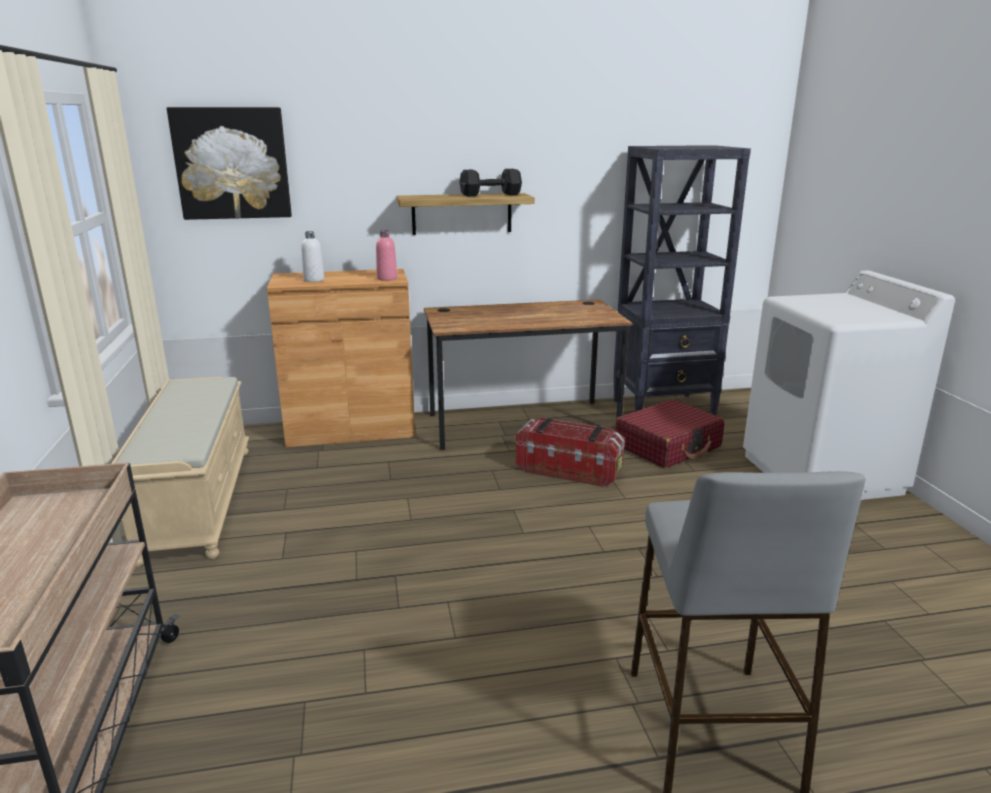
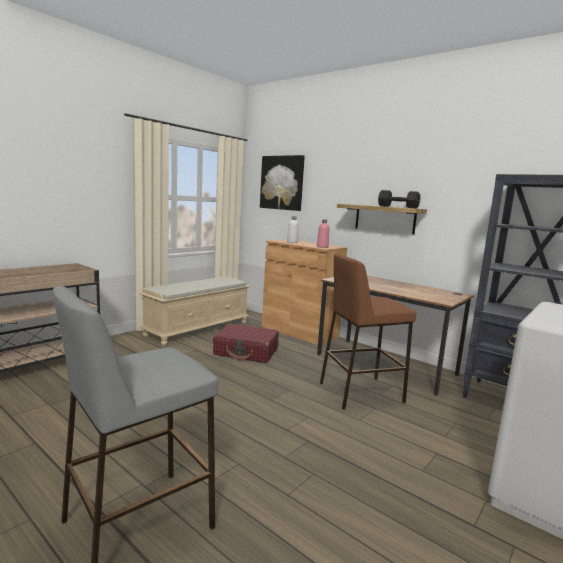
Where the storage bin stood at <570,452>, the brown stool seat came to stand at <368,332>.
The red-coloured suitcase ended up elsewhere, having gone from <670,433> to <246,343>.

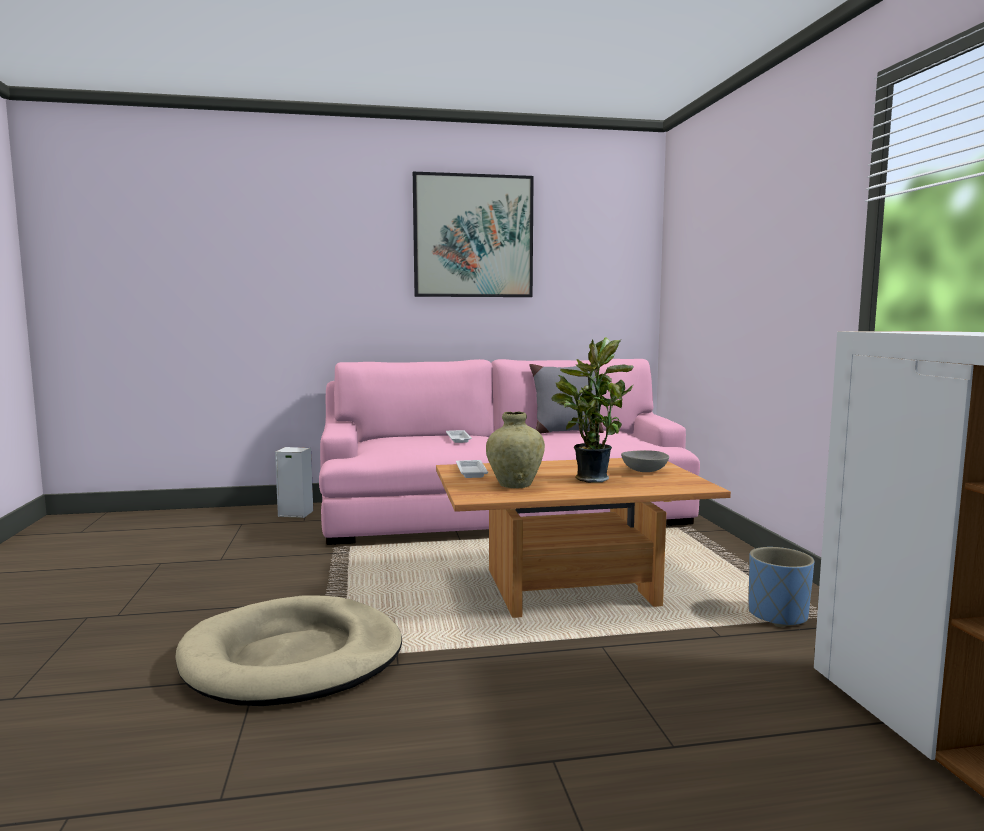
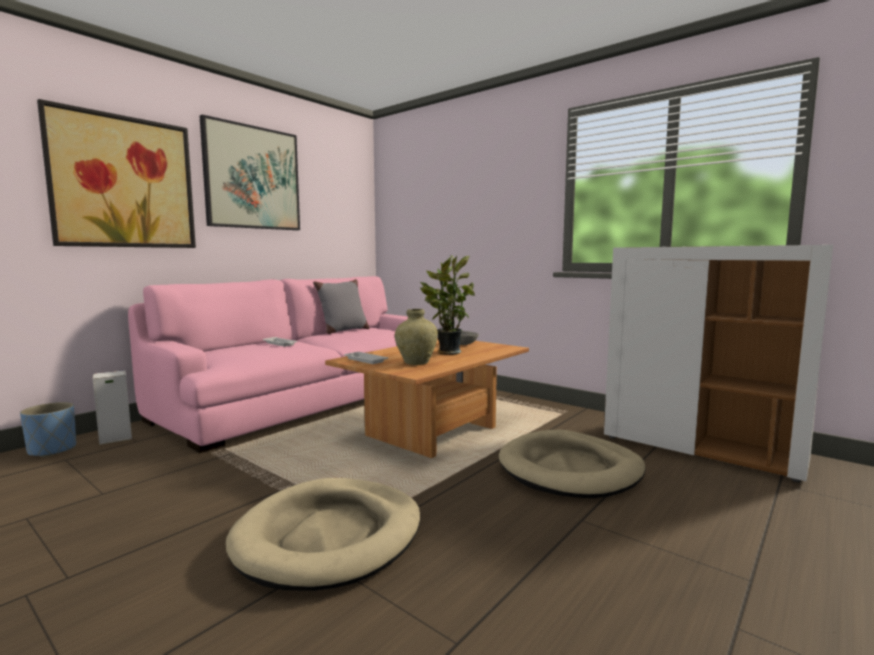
The blue-coloured planter ended up elsewhere, having gone from <781,587> to <48,430>.
The second view gained the wall picture at <116,173>.
The second view gained the beige-coloured dog cushion at <572,464>.

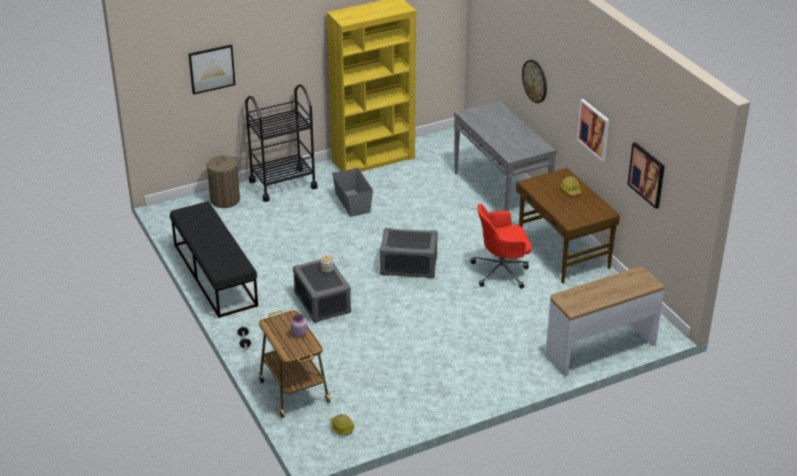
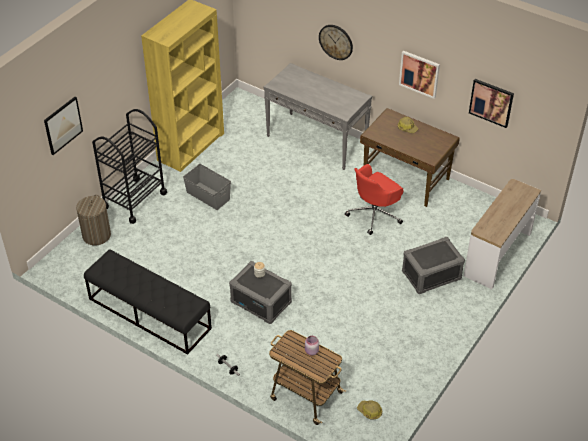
The gray storage bin ended up elsewhere, having gone from <409,253> to <433,265>.

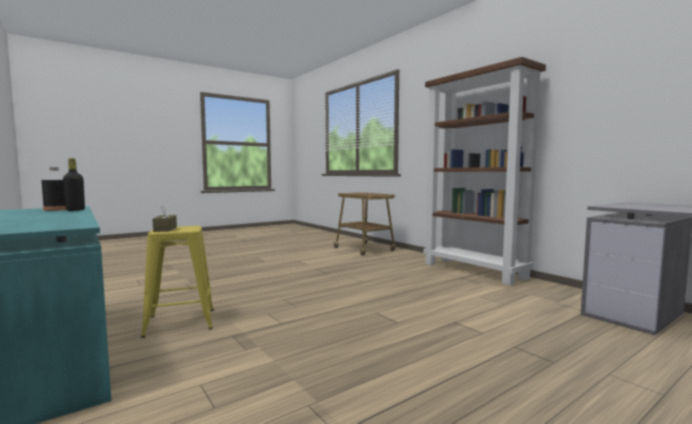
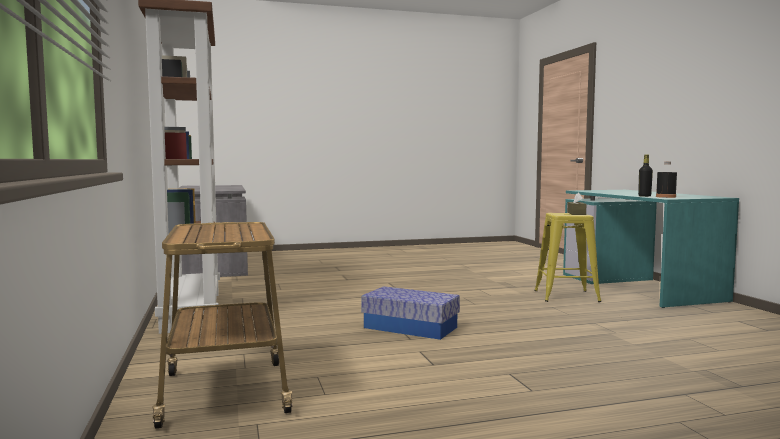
The second view gained the storage bin at <410,313>.

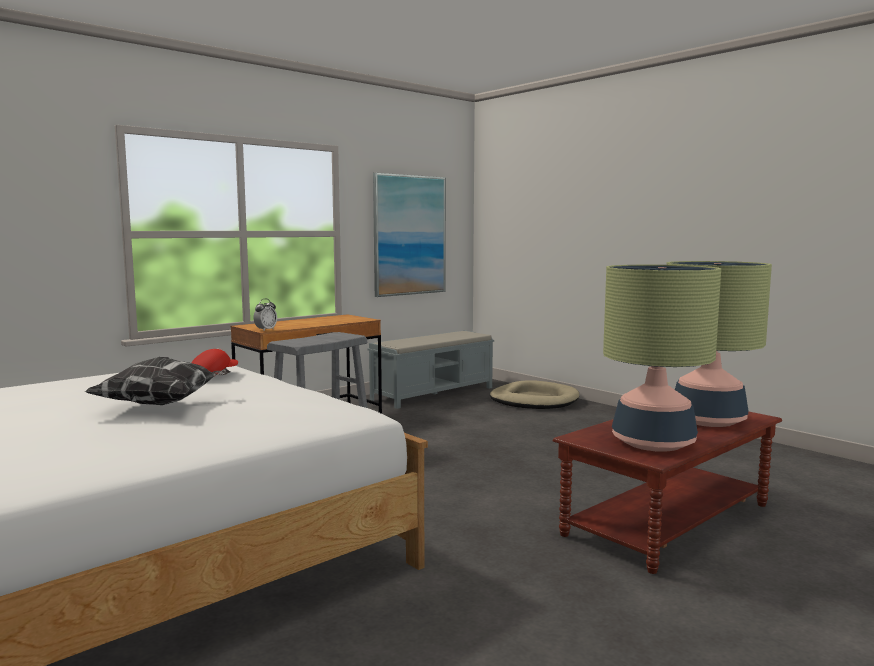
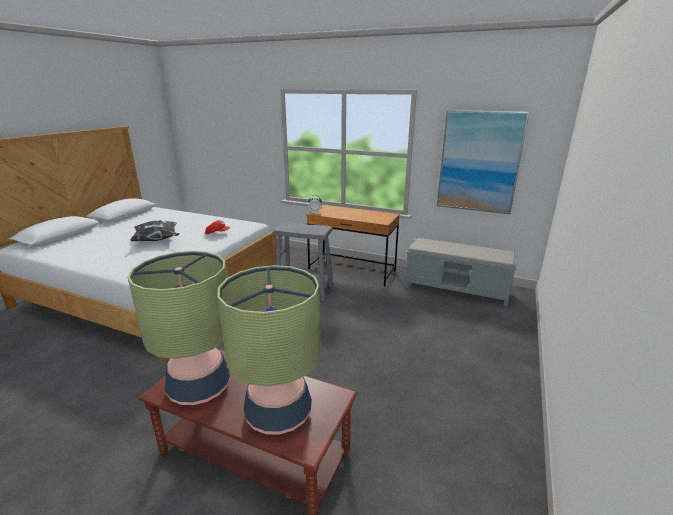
The second view lost the beige-coloured dog cushion at <534,394>.

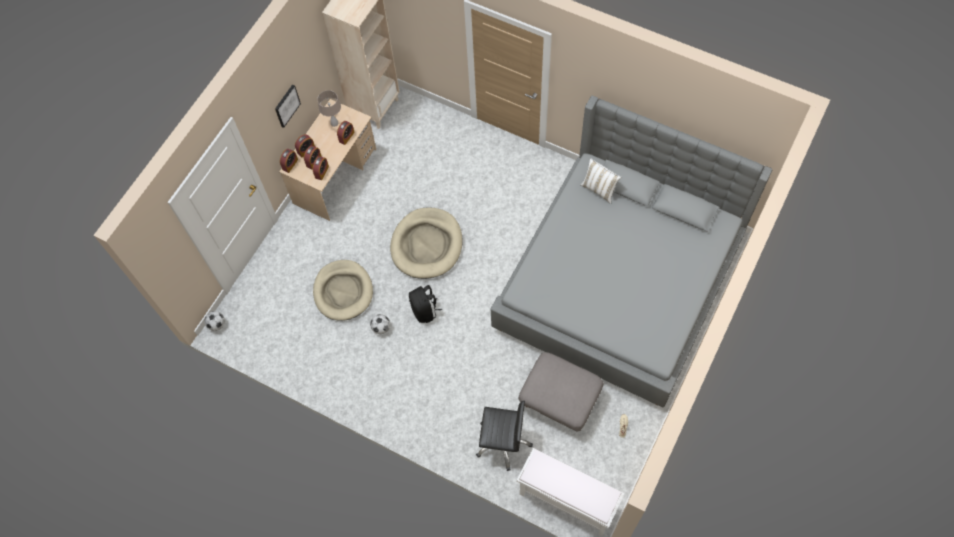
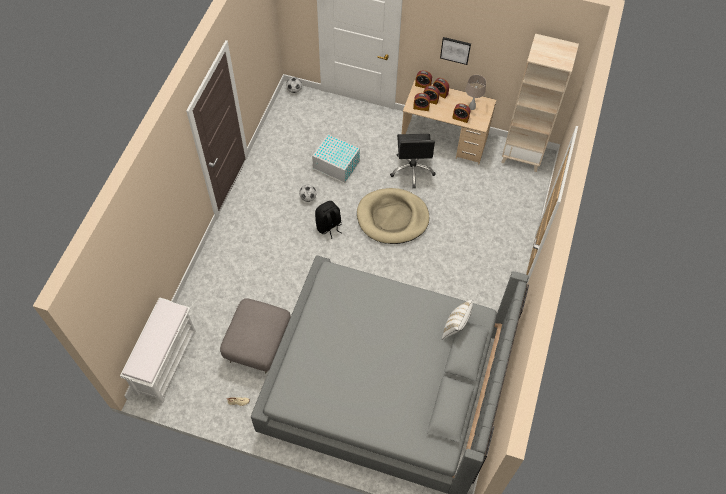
Where the beige-coloured dog cushion stood at <343,290>, the whitish storage bin came to stand at <336,158>.
The black-coloured office chair ended up elsewhere, having gone from <504,436> to <413,161>.

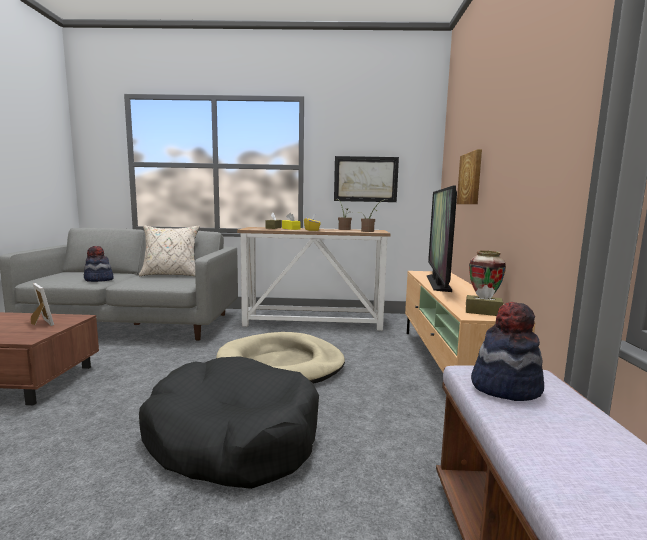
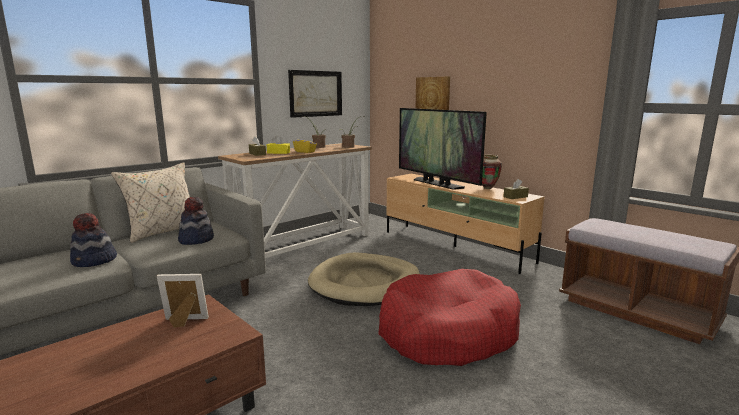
What was the black-coloured dog cushion at <229,422> turned into the red-coloured dog cushion at <449,317>.
The wearable hat ended up elsewhere, having gone from <507,351> to <196,221>.

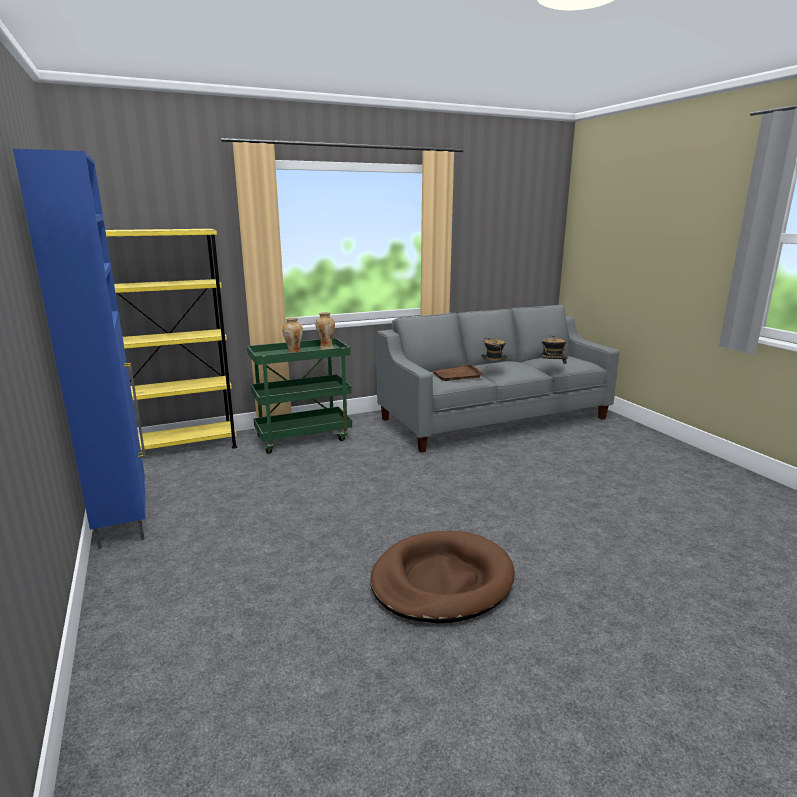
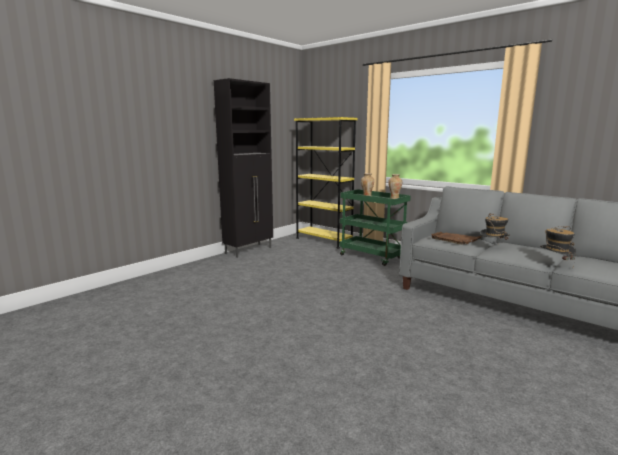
What was the blue-coloured cabinet at <79,349> turned into the black-coloured cabinet at <243,168>.
The second view lost the brown dog cushion at <442,577>.

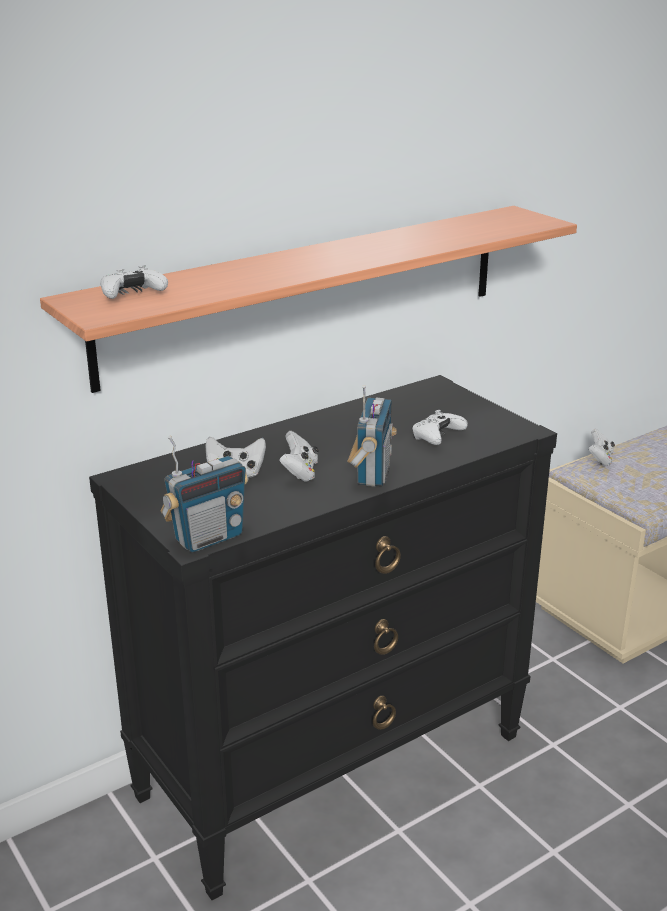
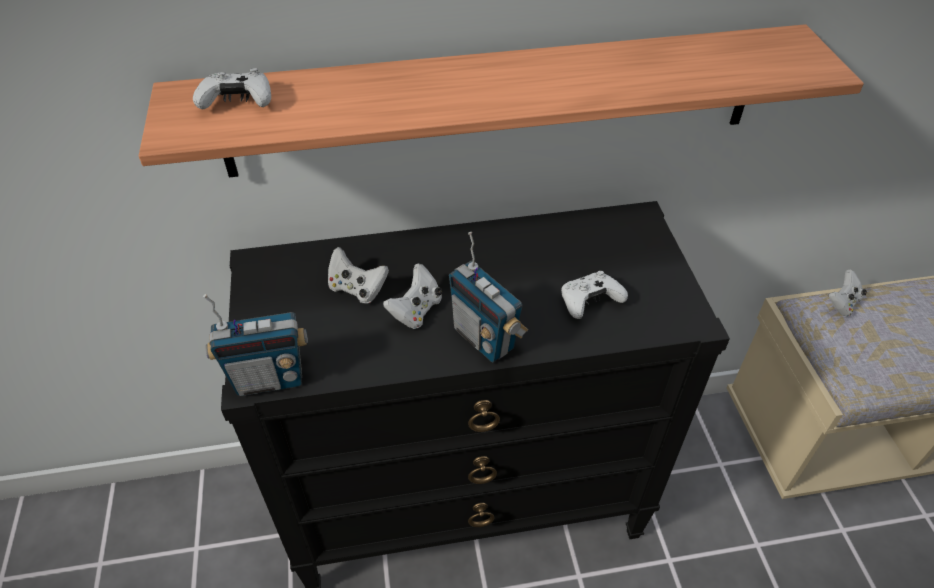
The radio at <372,436> ended up facing another way, 105 degrees clockwise from before.

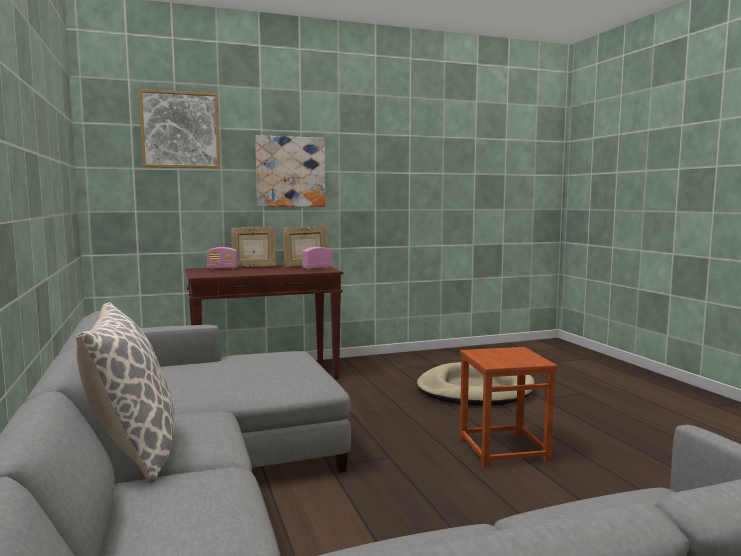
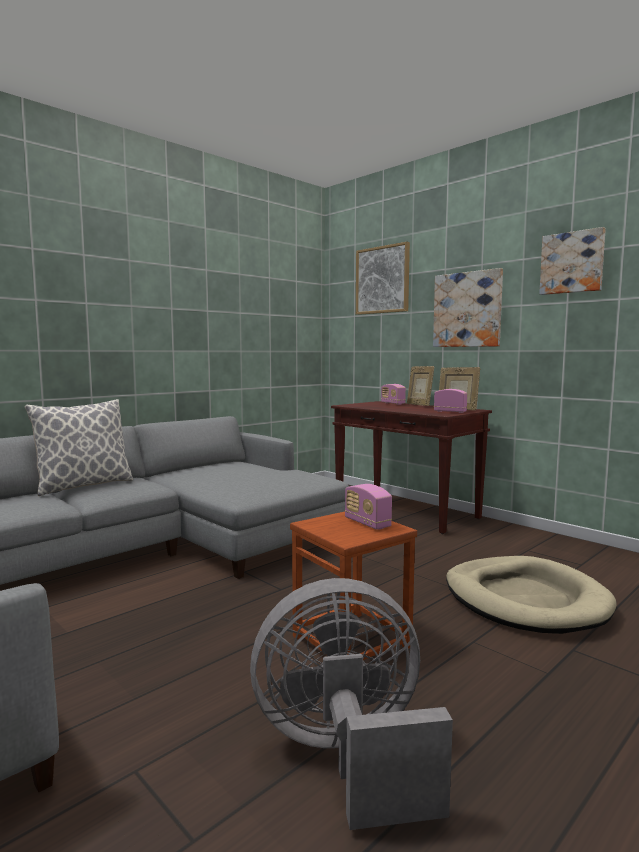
The second view gained the gray cooling fan at <351,704>.
The second view gained the radio at <368,507>.
The second view gained the wall picture at <572,261>.

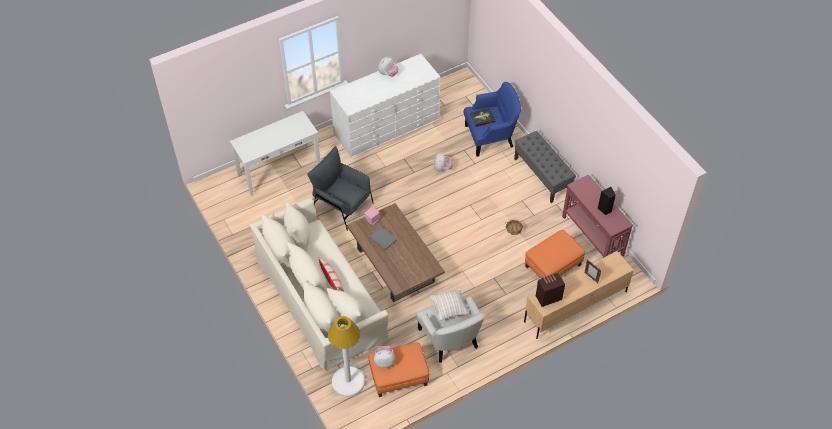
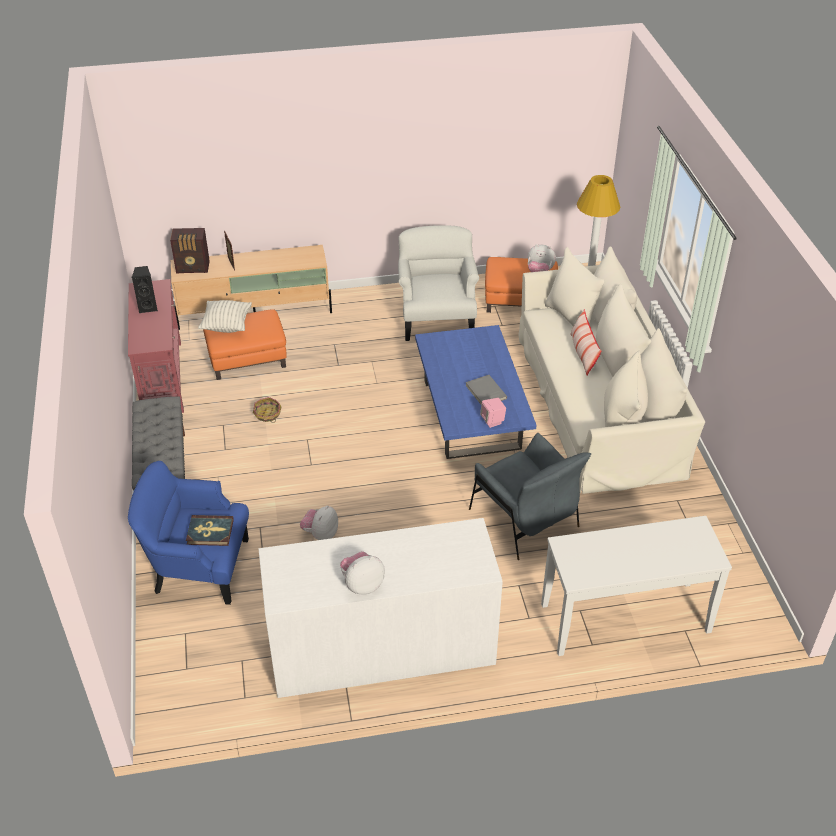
What was the brown coffee table at <396,252> turned into the blue-coloured coffee table at <475,392>.
The throw pillow ended up elsewhere, having gone from <449,305> to <225,316>.
The radio ended up elsewhere, having gone from <550,290> to <190,251>.

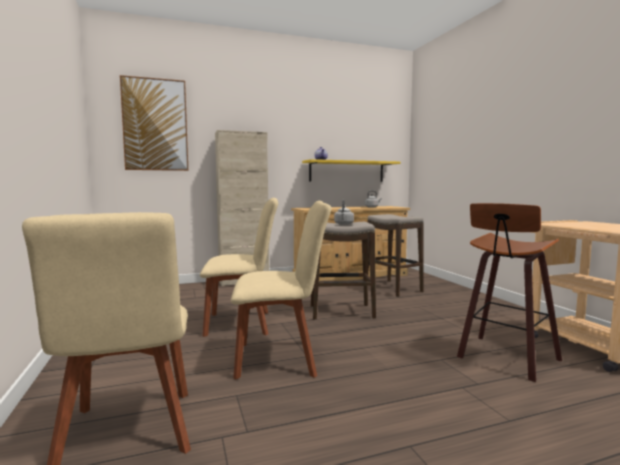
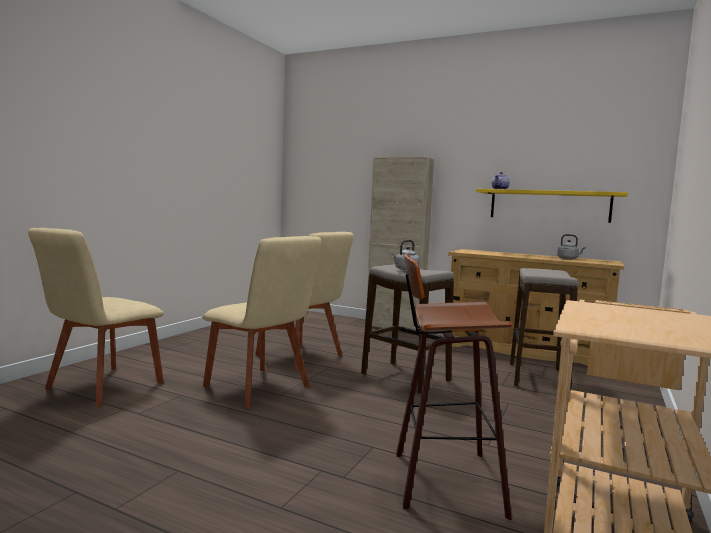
The second view lost the wall picture at <154,123>.

